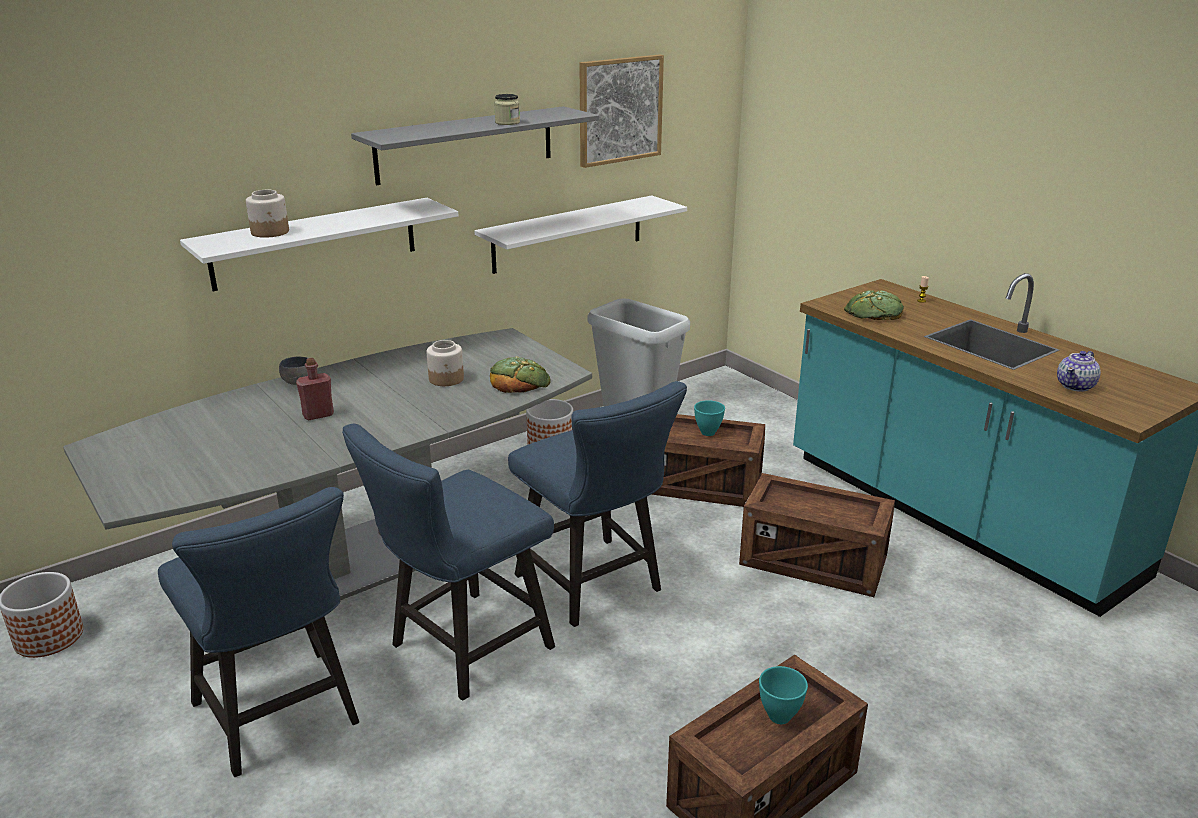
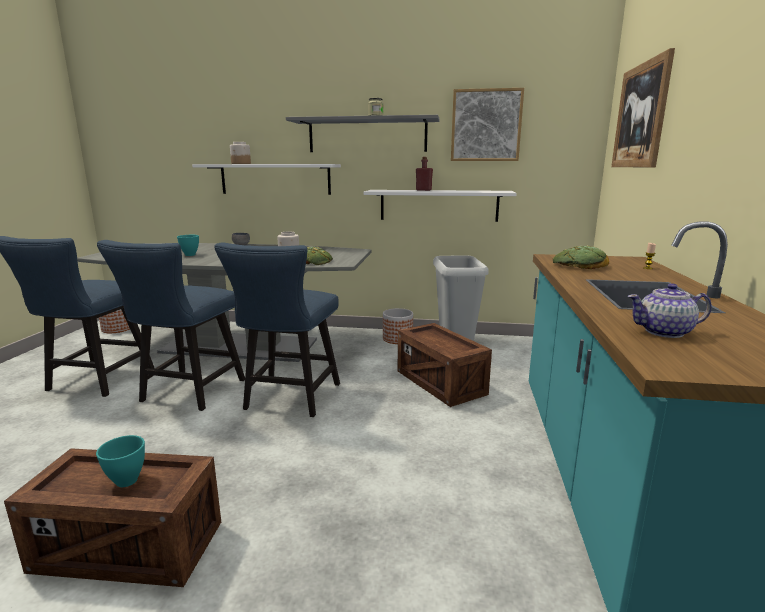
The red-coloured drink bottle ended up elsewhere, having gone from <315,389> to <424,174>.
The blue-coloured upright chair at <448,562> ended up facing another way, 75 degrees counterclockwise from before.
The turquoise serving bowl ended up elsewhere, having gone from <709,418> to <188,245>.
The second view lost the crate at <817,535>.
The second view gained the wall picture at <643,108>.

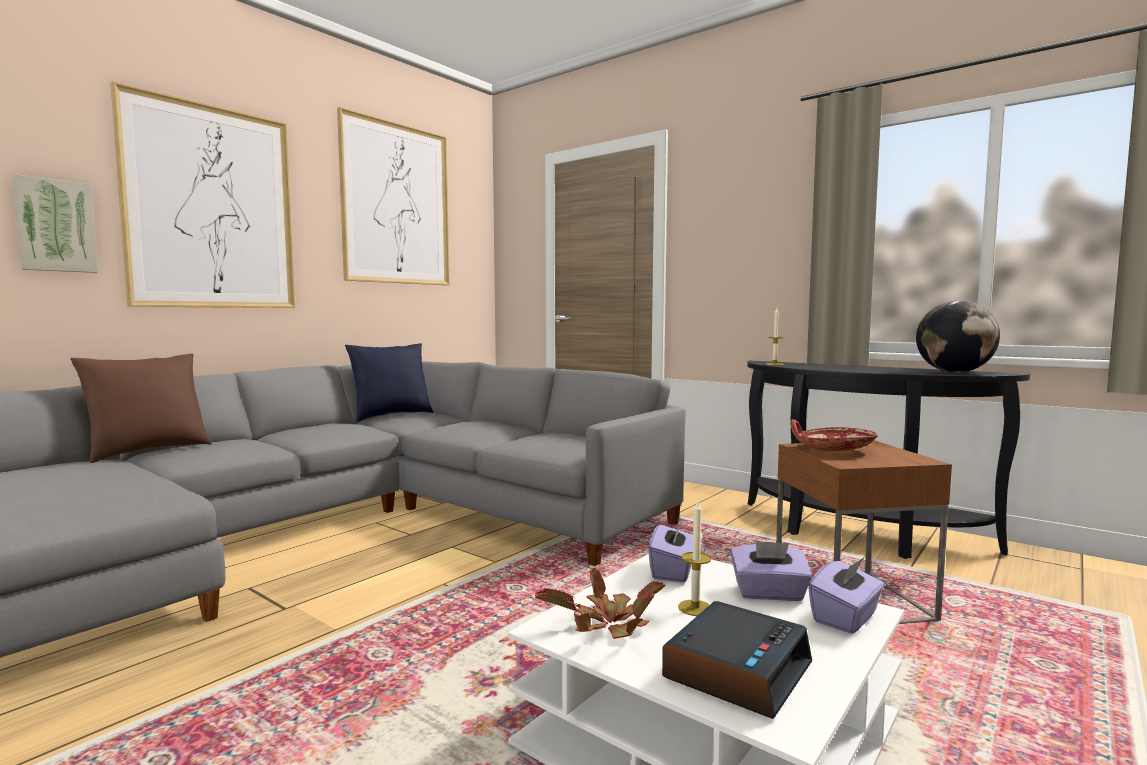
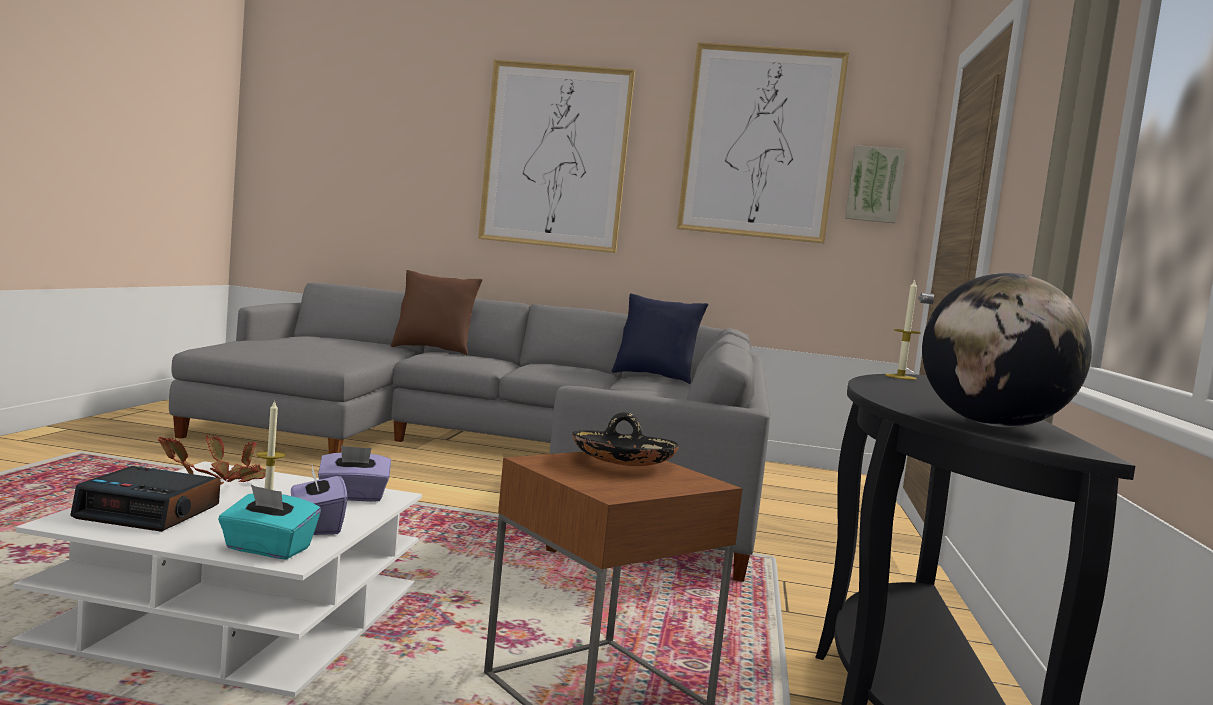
The wall picture ended up elsewhere, having gone from <55,223> to <875,184>.
What was the red-coloured serving bowl at <834,435> turned into the black-coloured serving bowl at <625,439>.
What was the purple-coloured box of tissues at <846,596> turned into the turquoise box of tissues at <269,522>.

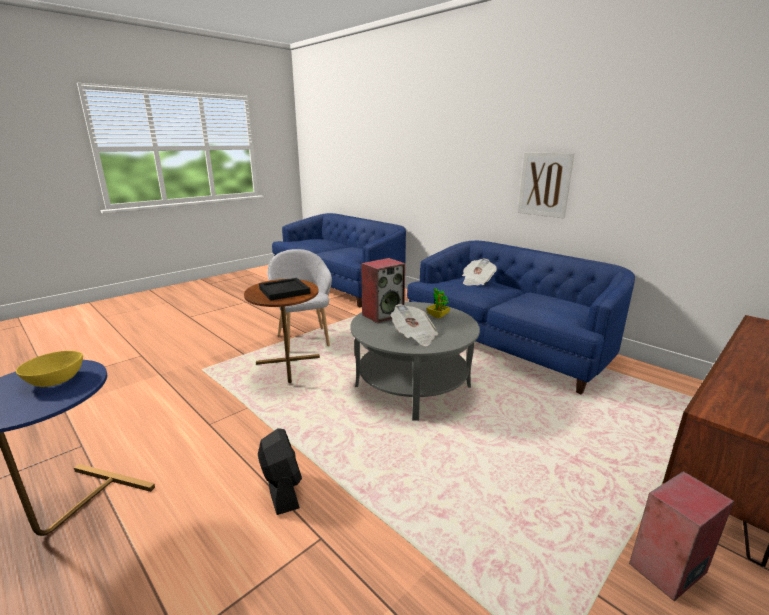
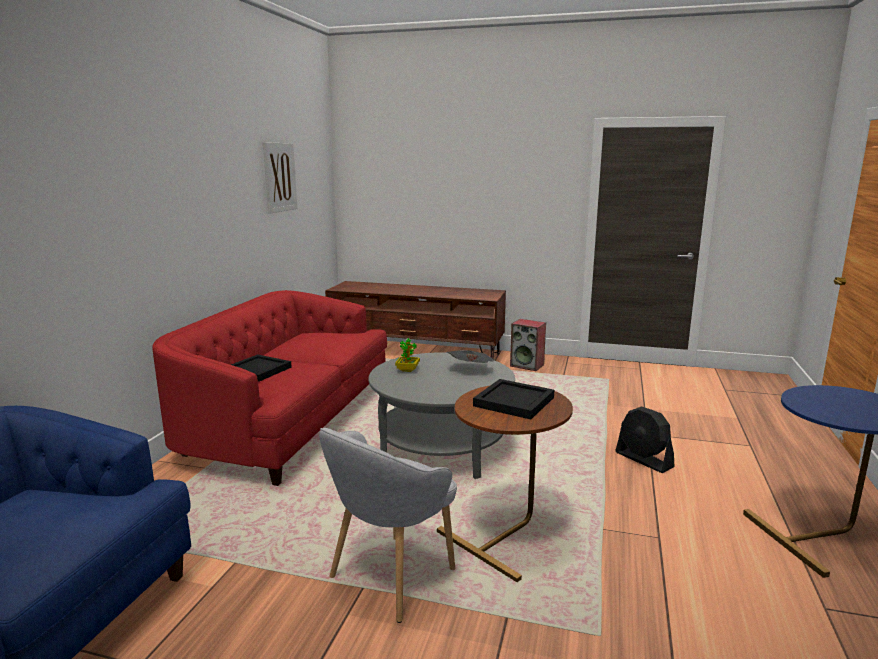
The second view lost the yellow-coloured serving bowl at <49,369>.
The black-coloured cooling fan at <280,471> ended up facing another way, 75 degrees counterclockwise from before.
The second view lost the audio speaker at <383,290>.
What was the blue-coloured couch at <521,317> turned into the red-coloured couch at <269,388>.
Where the newspaper stood at <479,272>, the black-coloured serving tray came to stand at <261,368>.
The wall picture ended up elsewhere, having gone from <546,185> to <280,178>.

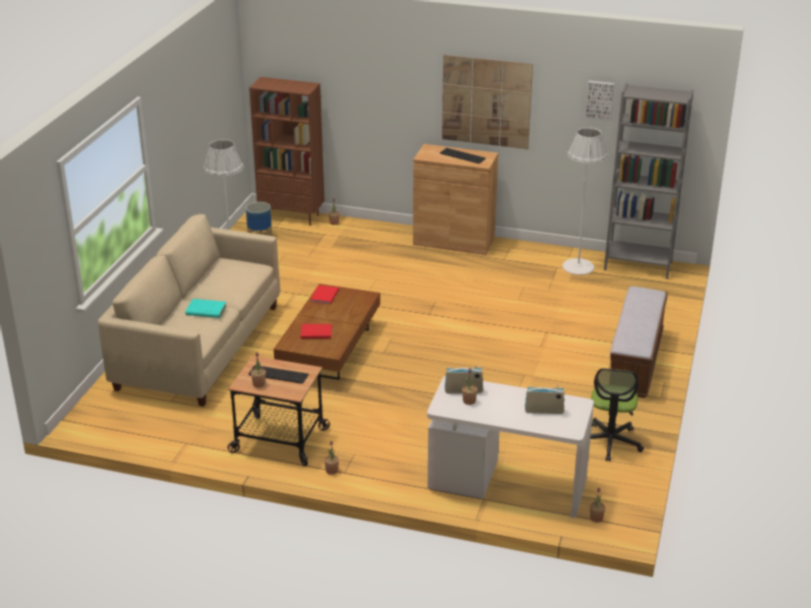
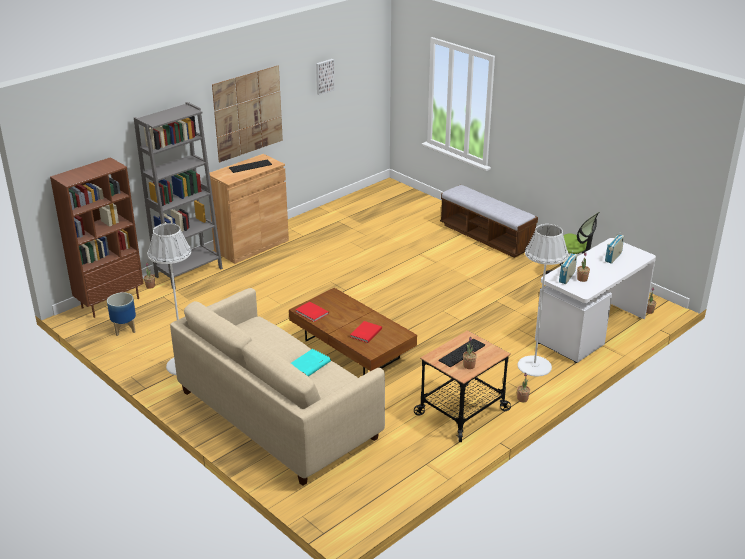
The whitish standing lamp ended up elsewhere, having gone from <584,201> to <543,300>.
The gray bookshelf ended up elsewhere, having gone from <648,181> to <178,195>.

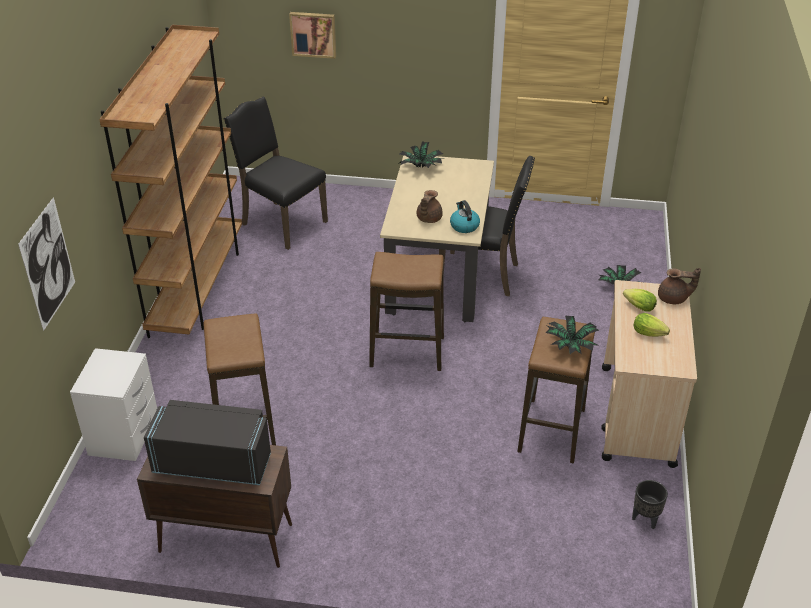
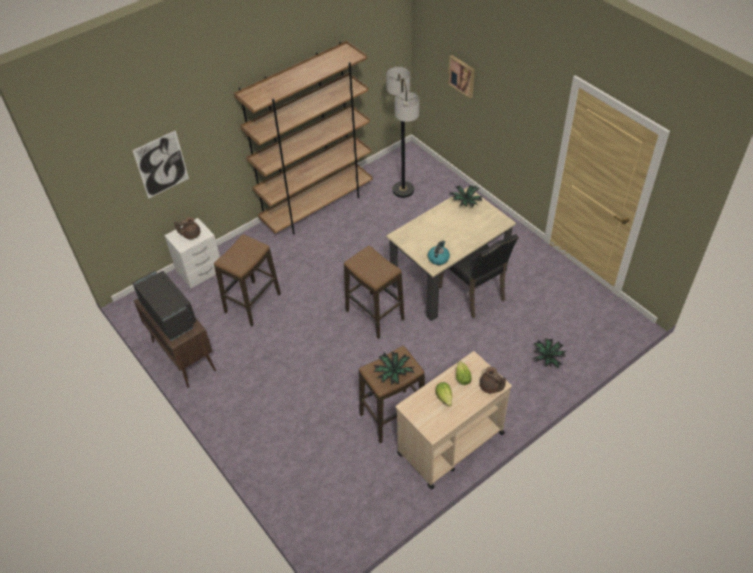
Where the black-coloured upright chair stood at <276,173>, the standing lamp came to stand at <402,132>.
The brown teapot ended up elsewhere, having gone from <430,206> to <187,228>.
The second view lost the black-coloured planter at <650,504>.

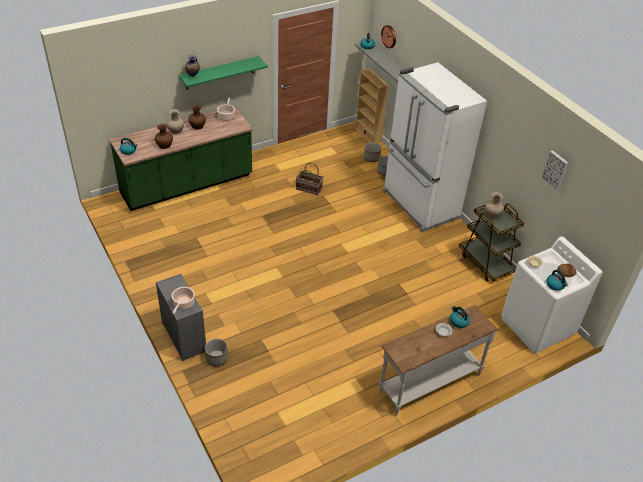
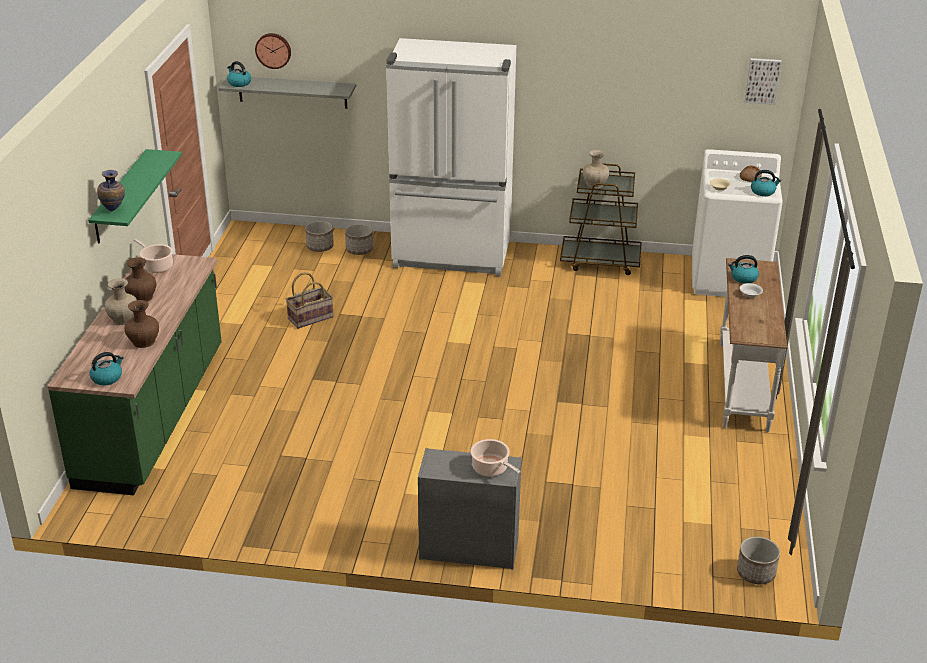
The planter ended up elsewhere, having gone from <216,352> to <758,560>.
The second view lost the beige-coloured bookshelf at <372,106>.
The wall picture ended up elsewhere, having gone from <555,170> to <763,81>.

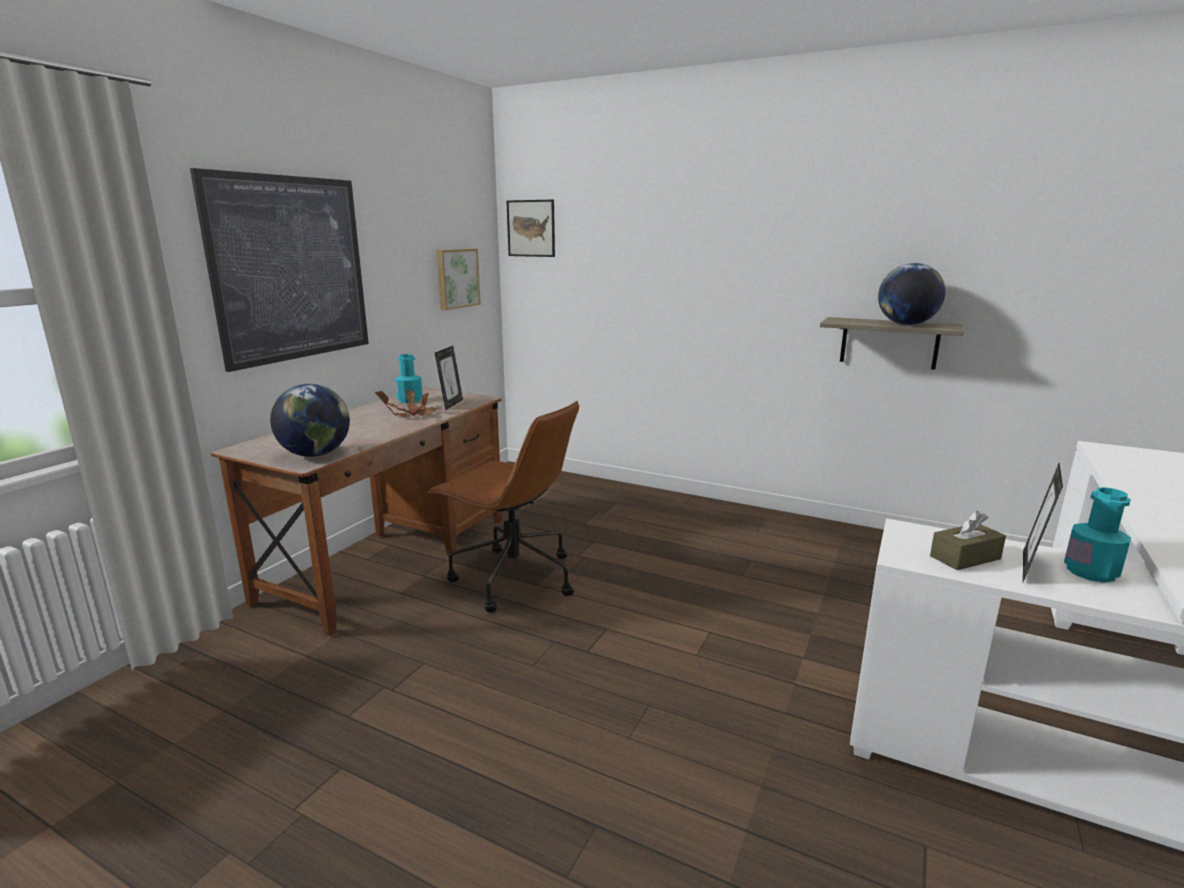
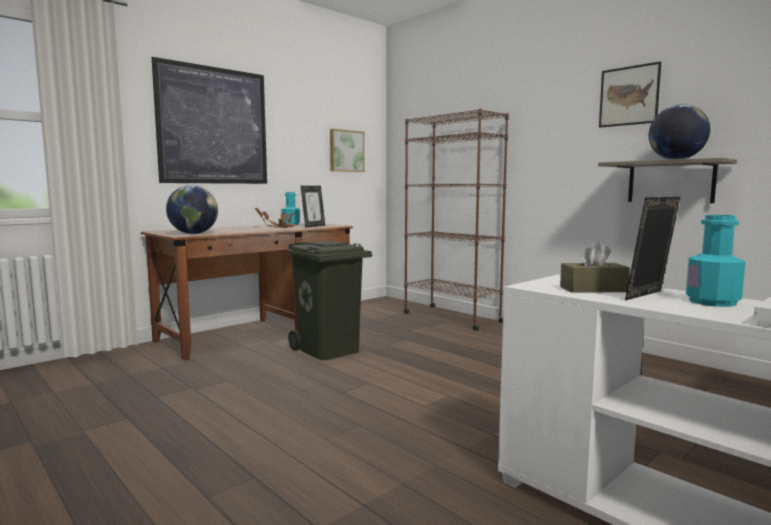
Where the brown office chair stood at <503,507>, the green waste bin came to stand at <330,300>.
The wall picture ended up elsewhere, having gone from <530,228> to <630,94>.
The second view gained the brown bookshelf at <456,220>.

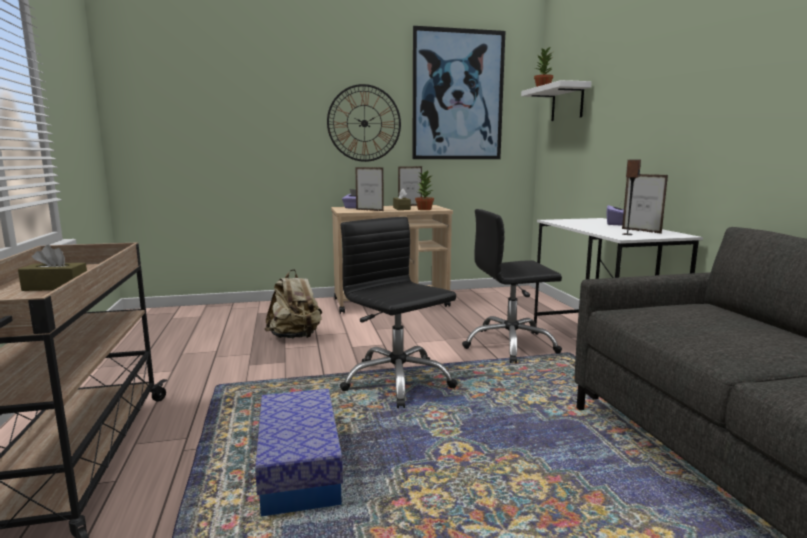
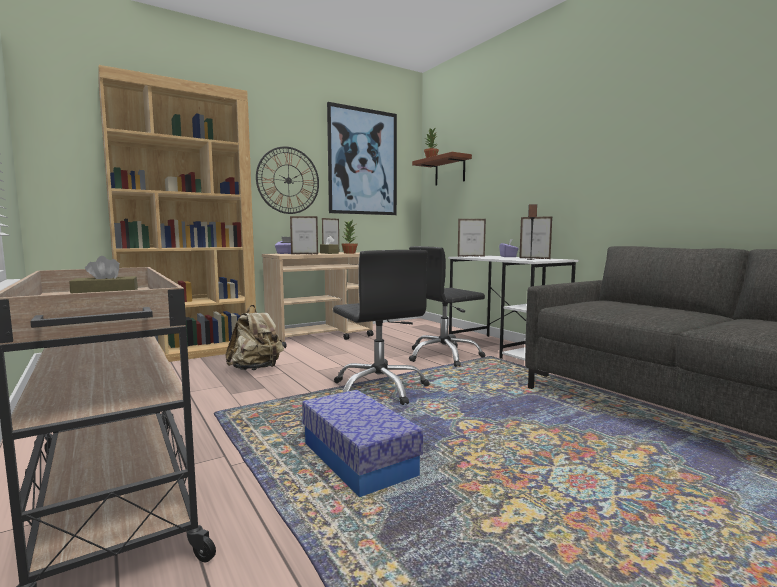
The black-coloured office chair at <398,312> ended up facing another way, 150 degrees counterclockwise from before.
What was the whitish shelf at <556,100> turned into the brown shelf at <442,169>.
The second view gained the brown bookshelf at <177,213>.
The second view gained the standing frame at <472,238>.

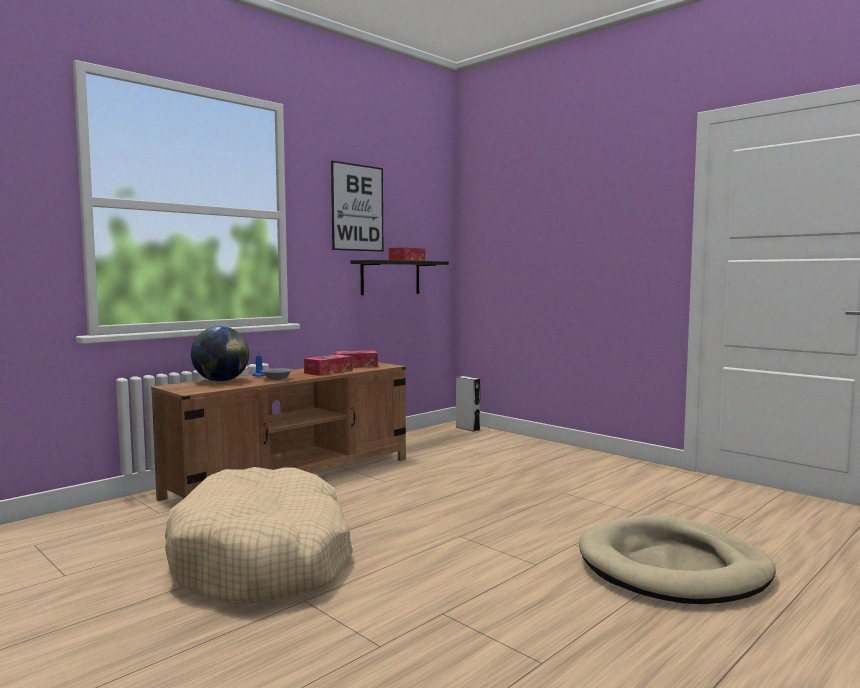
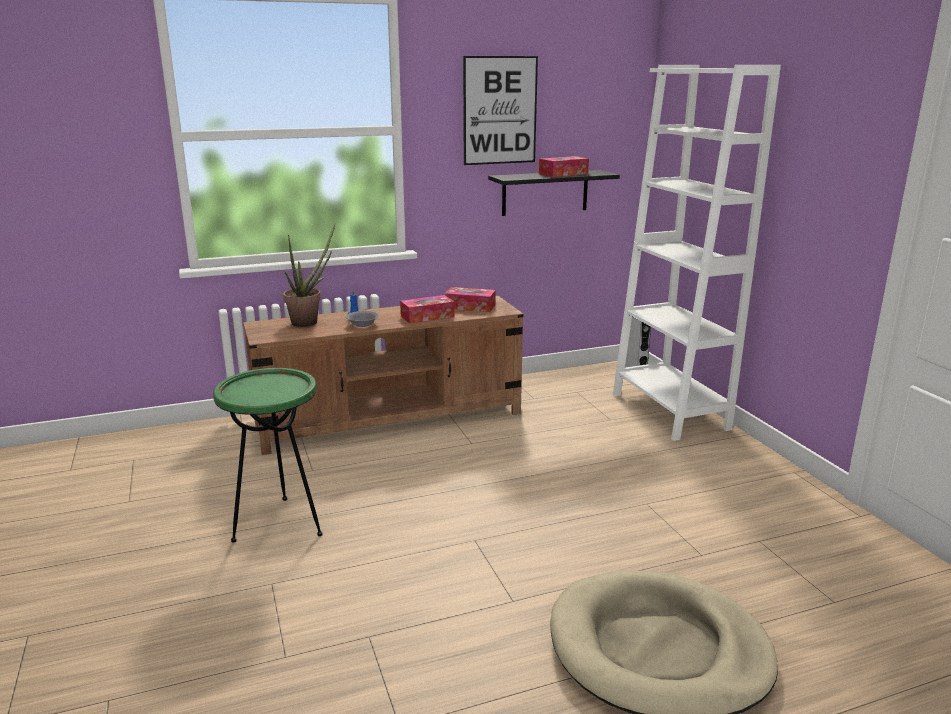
Where the beige-coloured dog cushion stood at <259,536>, the green end table came to stand at <268,455>.
Where the world globe stood at <220,354>, the potted plant came to stand at <309,275>.
The second view gained the whitish bookshelf at <697,253>.

